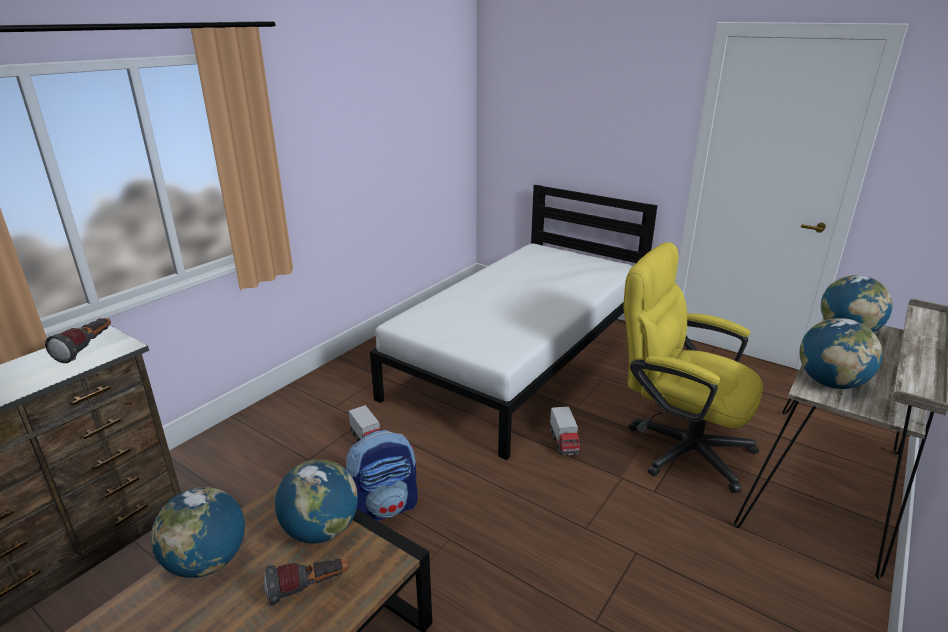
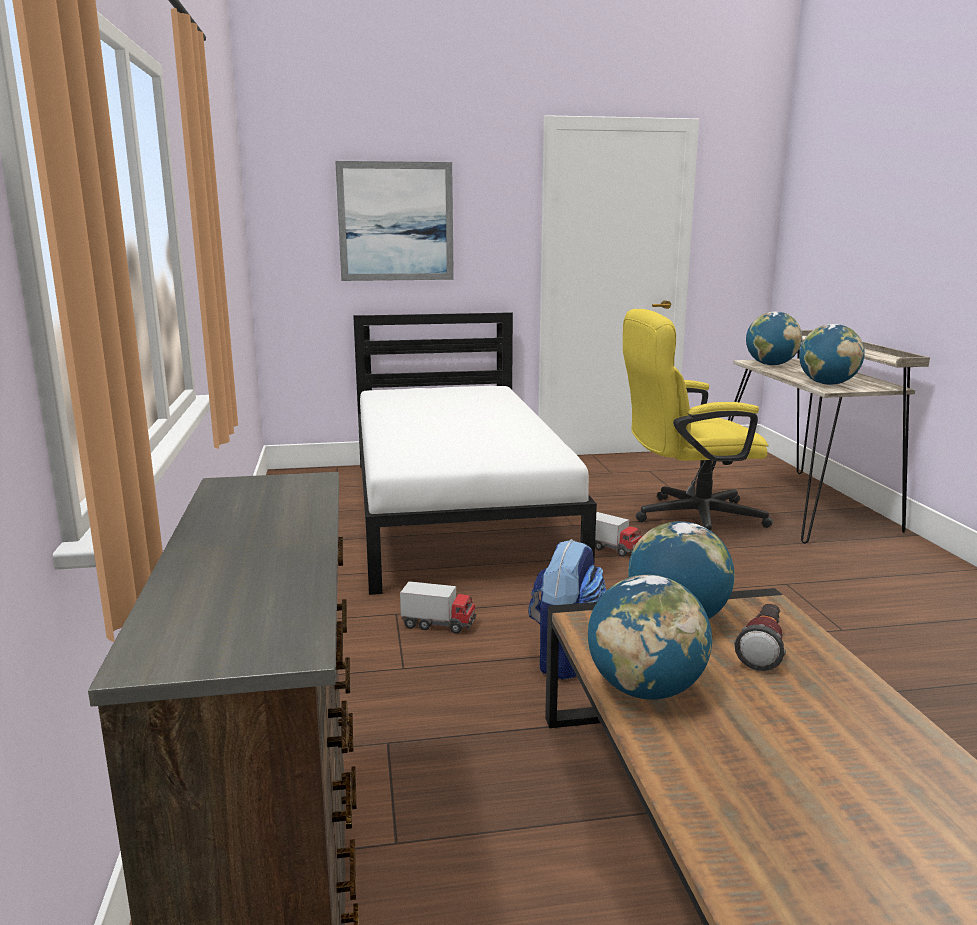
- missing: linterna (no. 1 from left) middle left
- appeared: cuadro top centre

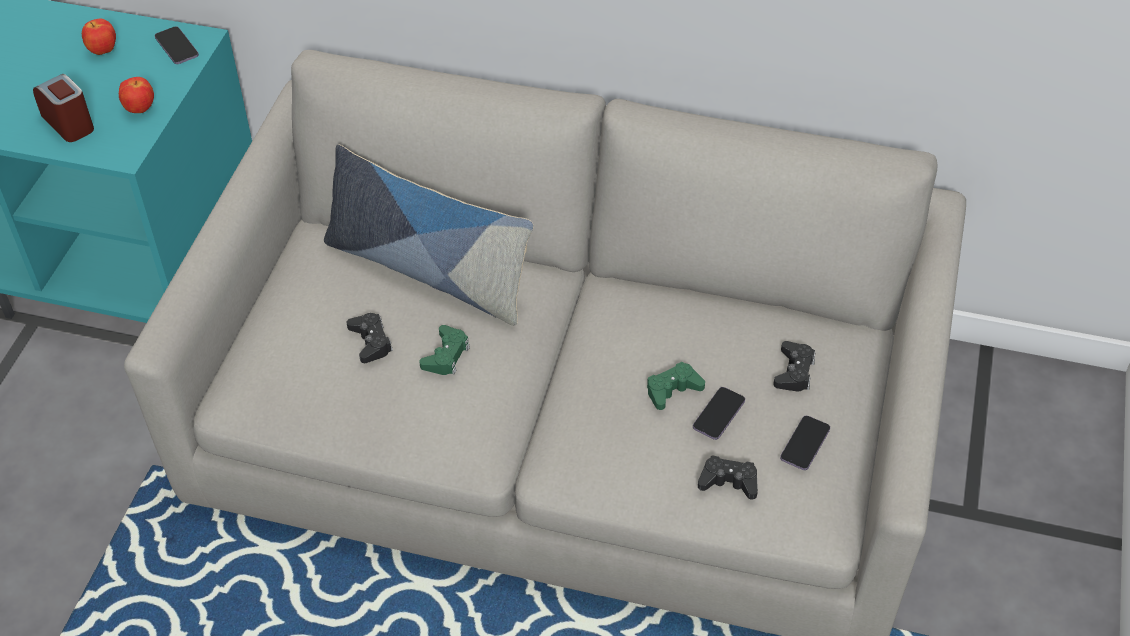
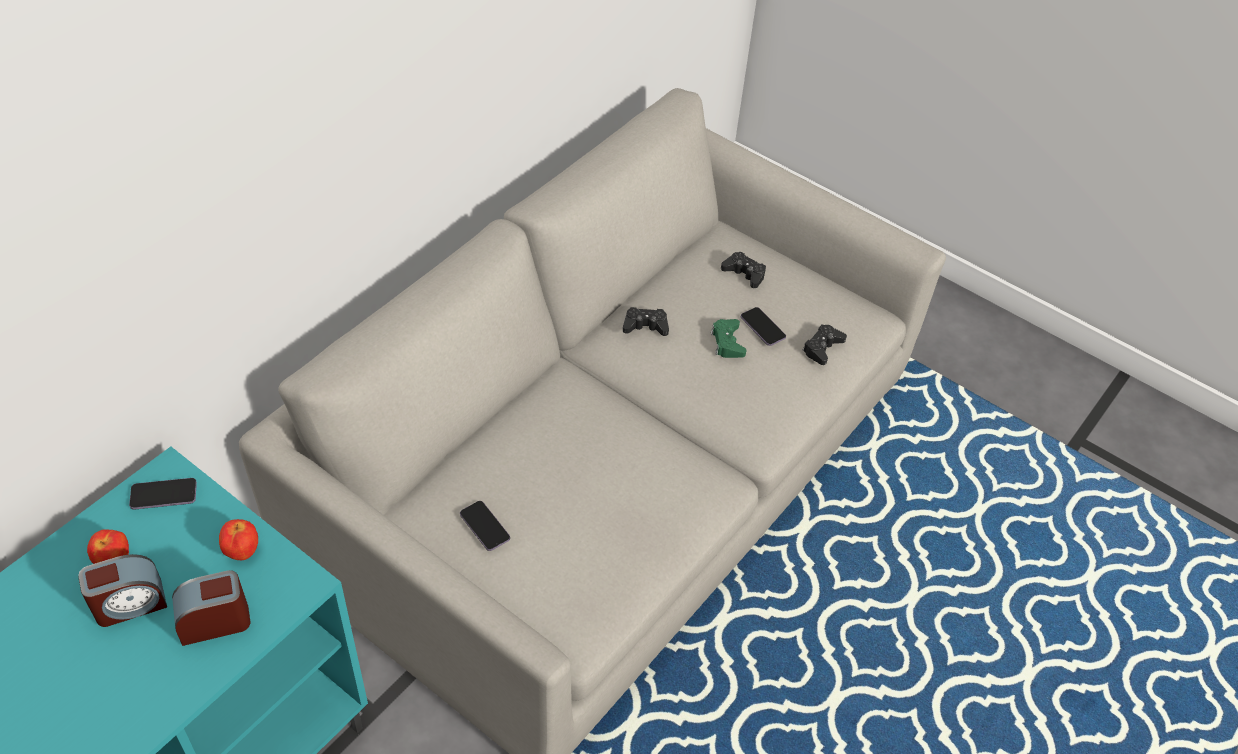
- missing: cojín centre
- relocated: mando de consola/negro (no. 1 from left) middle left to centre
- missing: mando de consola/verde (no. 1 from left) centre
- relocated: móvil (no. 3 from left in the first image) bottom right to móvil (no. 2 from left) bottom centre
- appeared: despertador (no. 1 from left) bottom left

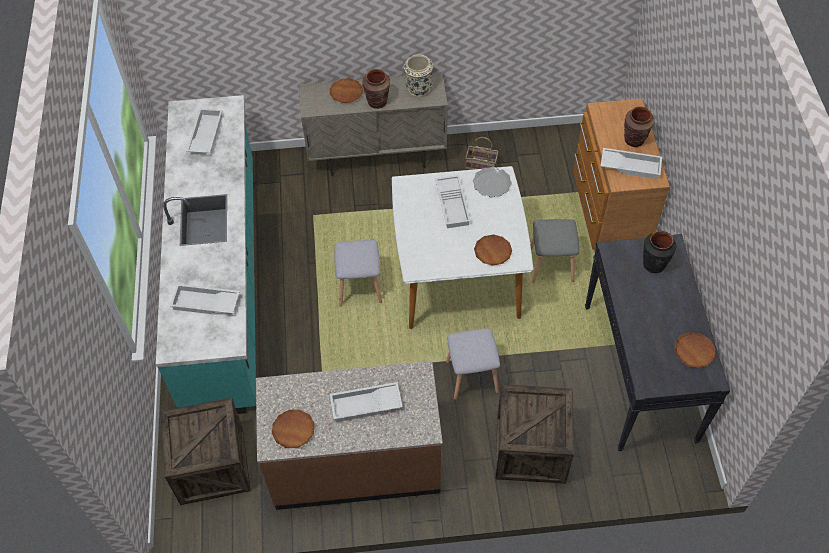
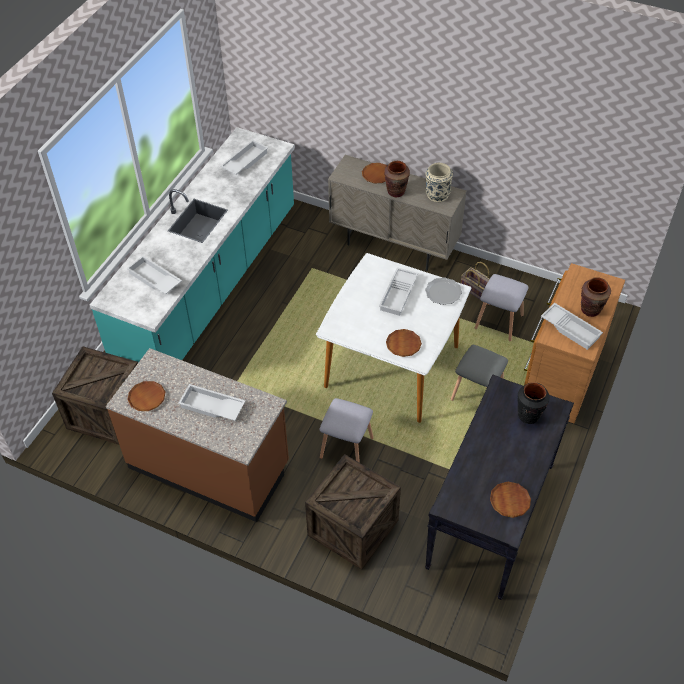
- relocated: taburete/gris (no. 1 from left in the first image) centre to taburete/gris (no. 3 from left) middle right

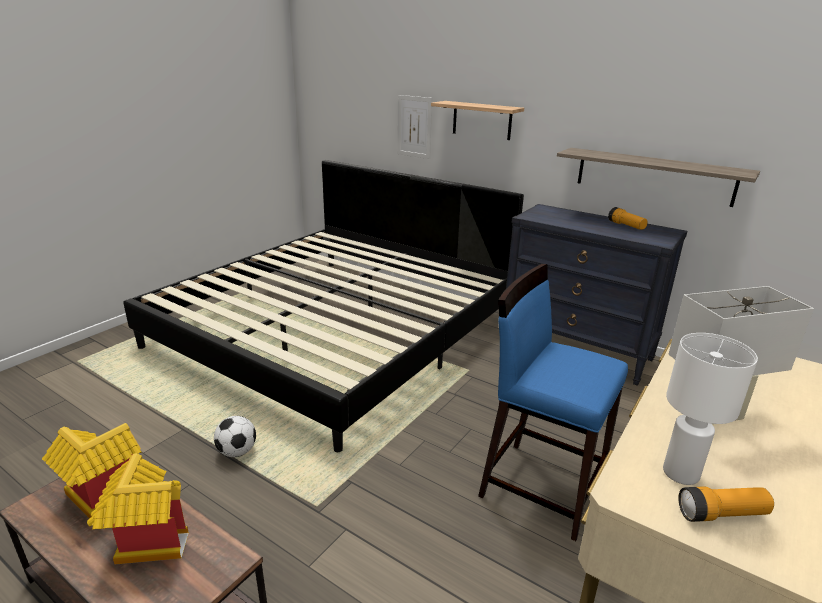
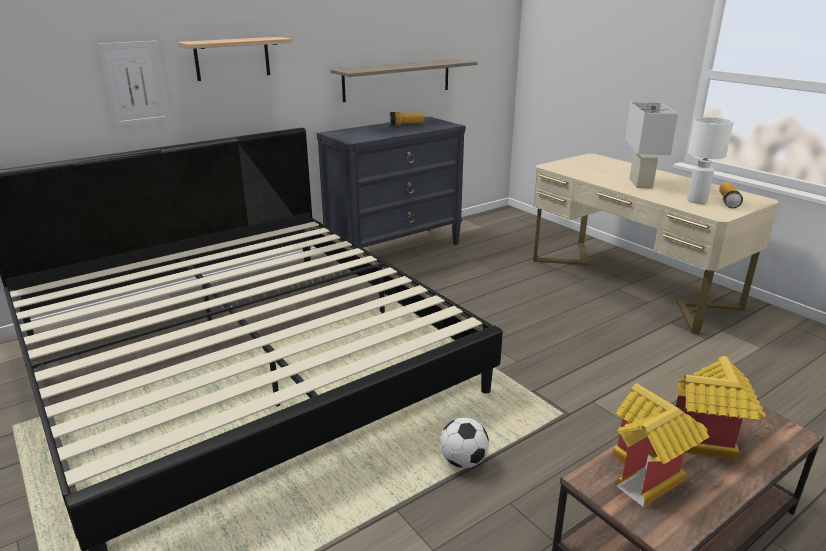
- missing: taburete/azul bottom right

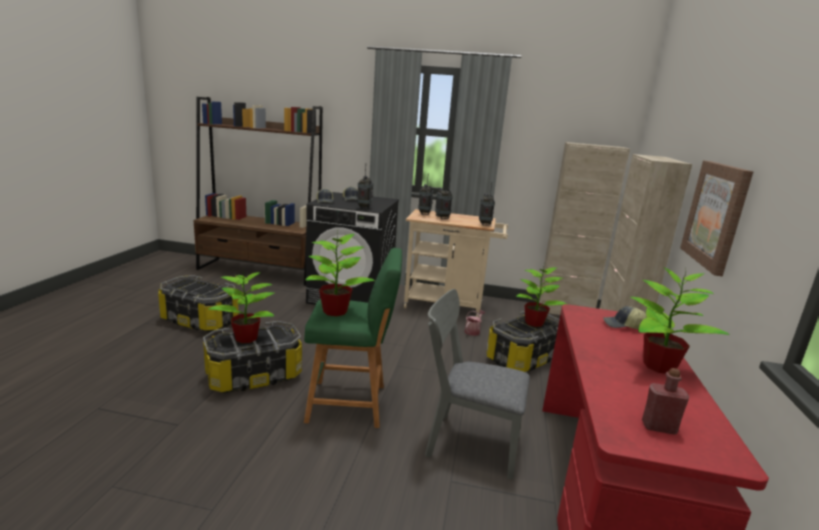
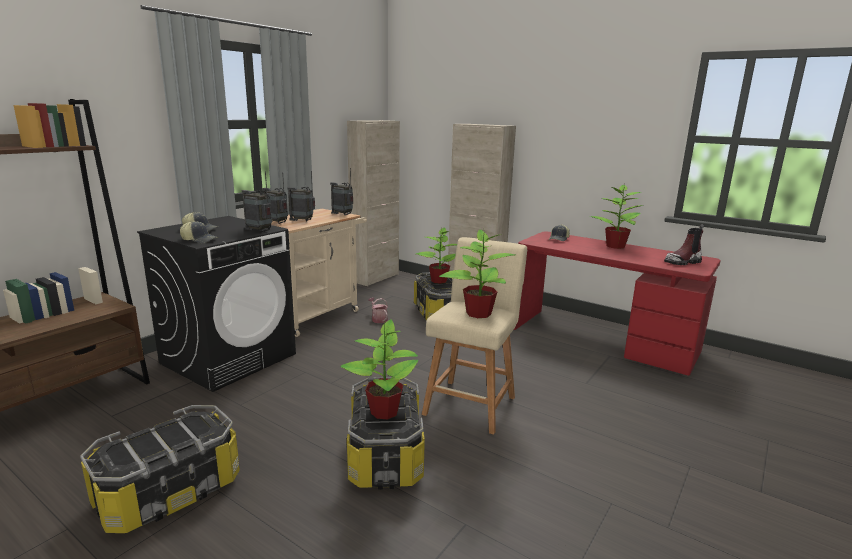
- colour: taburete/verde centre to taburete/beis centre
- missing: silla/gris bottom centre
- exchanged: botella/rojo bottom right to bota middle right
- missing: cuadro middle right

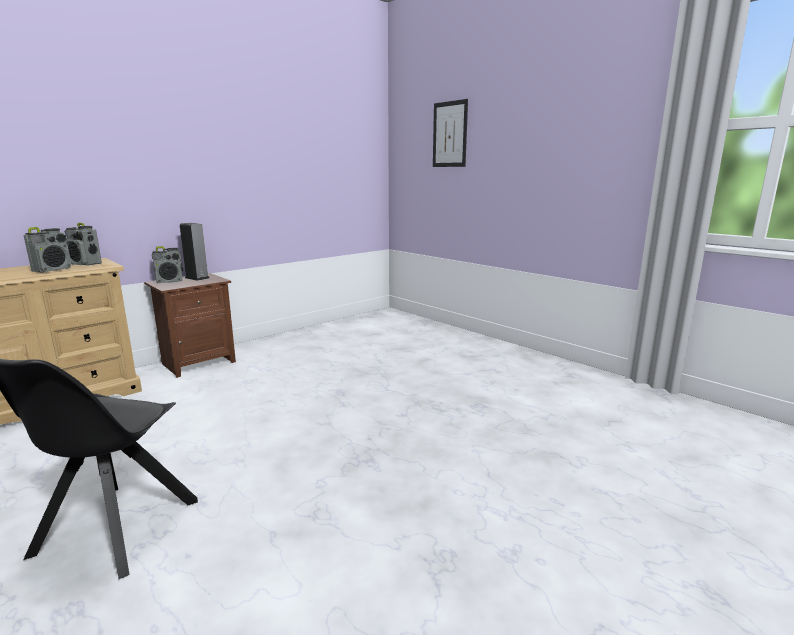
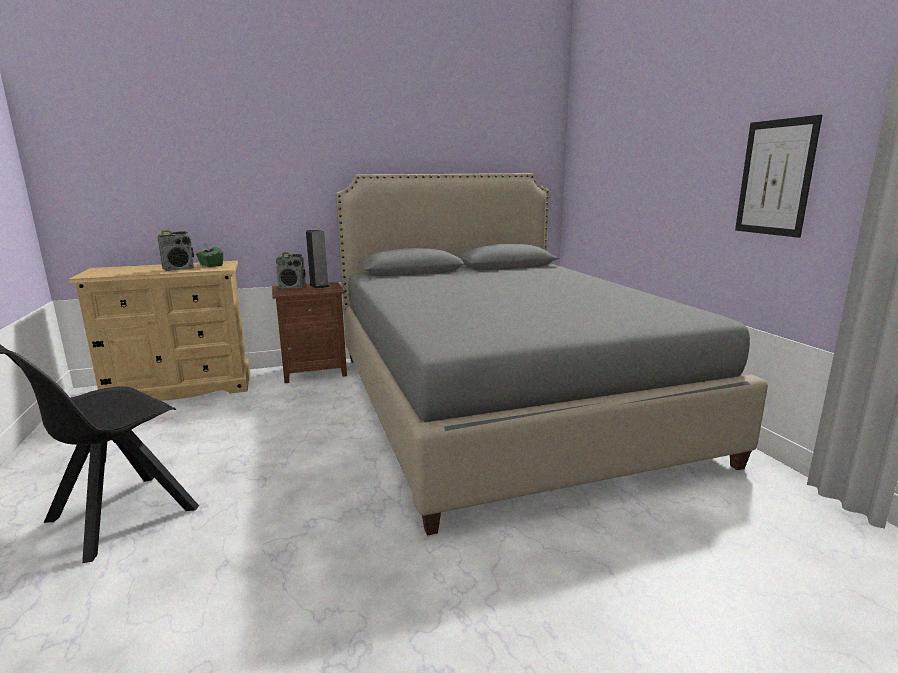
- exchanged: radio (no. 2 from left) middle left to caja de pañuelos/verde middle left
- relocated: cuadro top centre to top right
- appeared: cama/gris centre

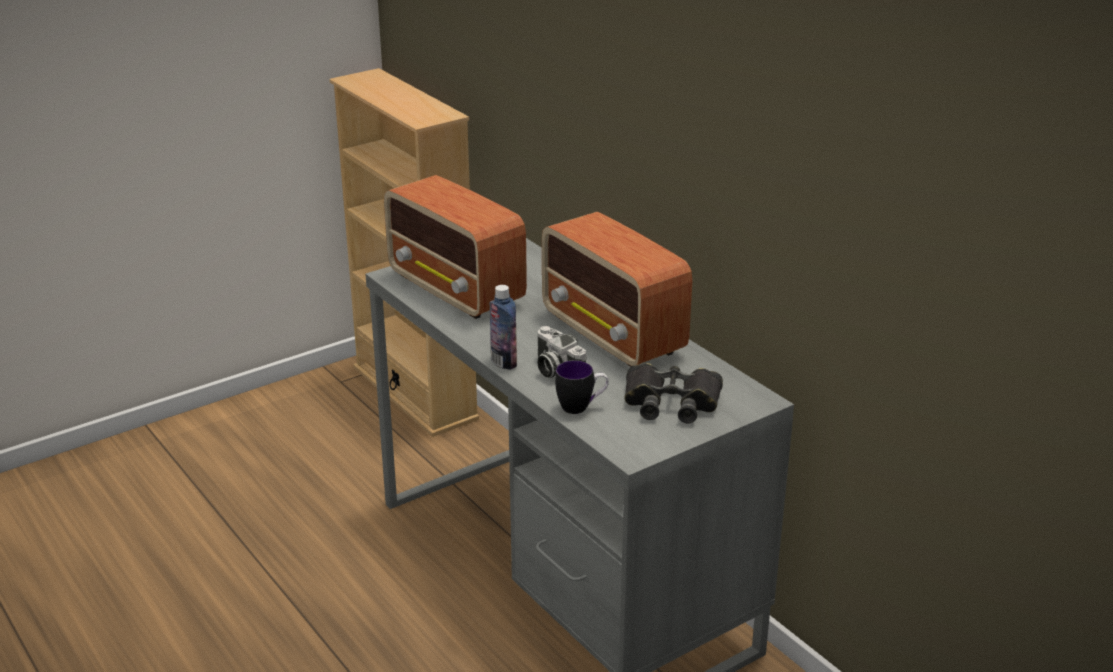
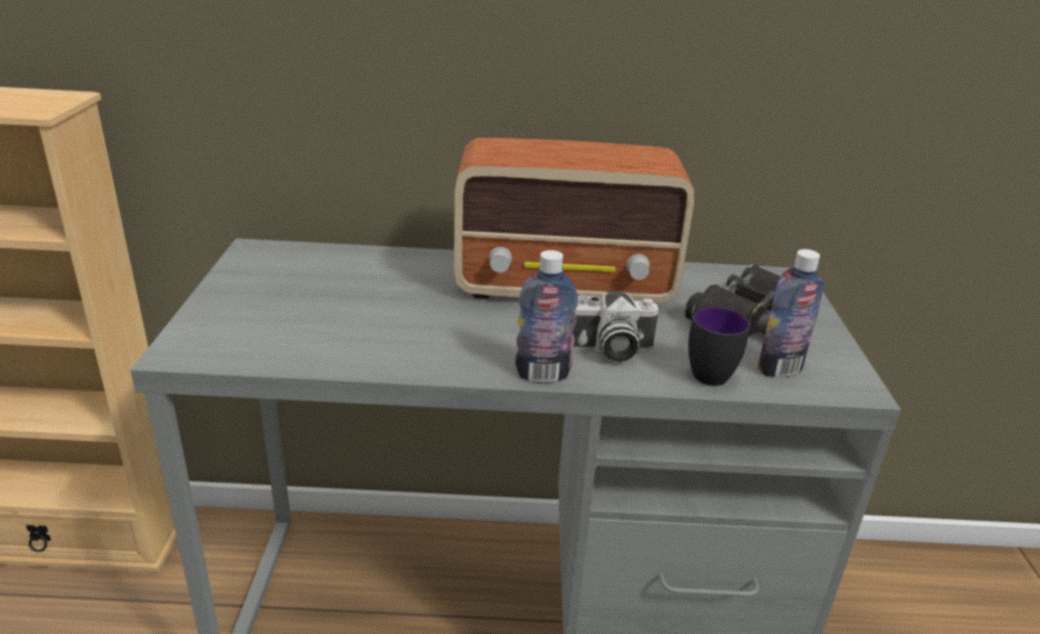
- missing: radio (no. 1 from left) centre
- appeared: botella (no. 2 from left) middle right

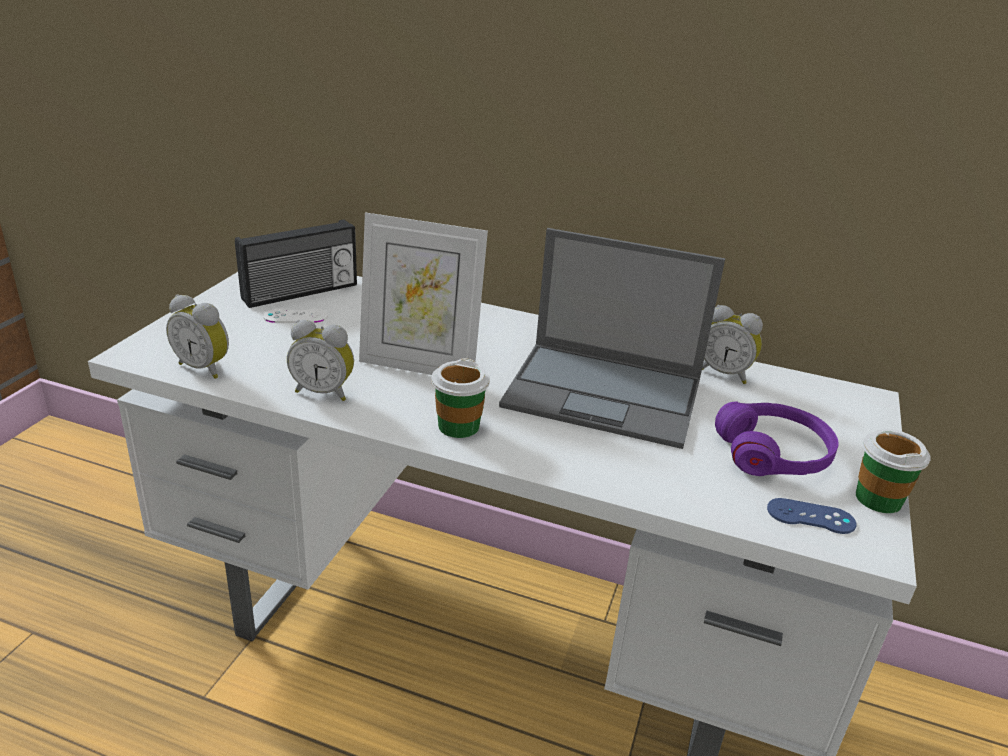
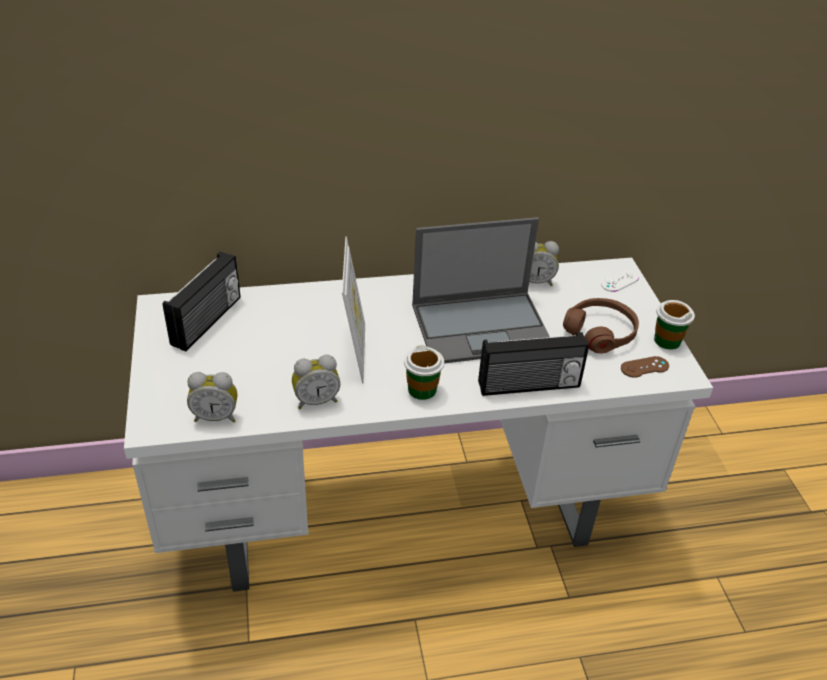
- relocated: mando de consola/blanco middle left to middle right
- spun: portarretratos centre = centre 75 degrees counterclockwise
- colour: auriculares/morado middle right to auriculares/marrón middle right
- colour: mando de consola/azul bottom right to mando de consola/marrón middle right
- appeared: radio (no. 2 from left) centre

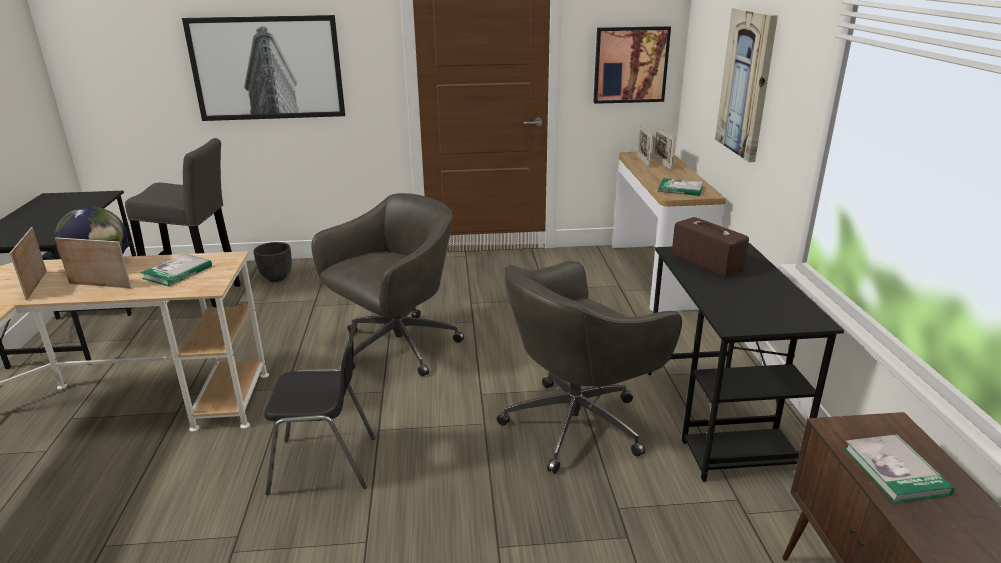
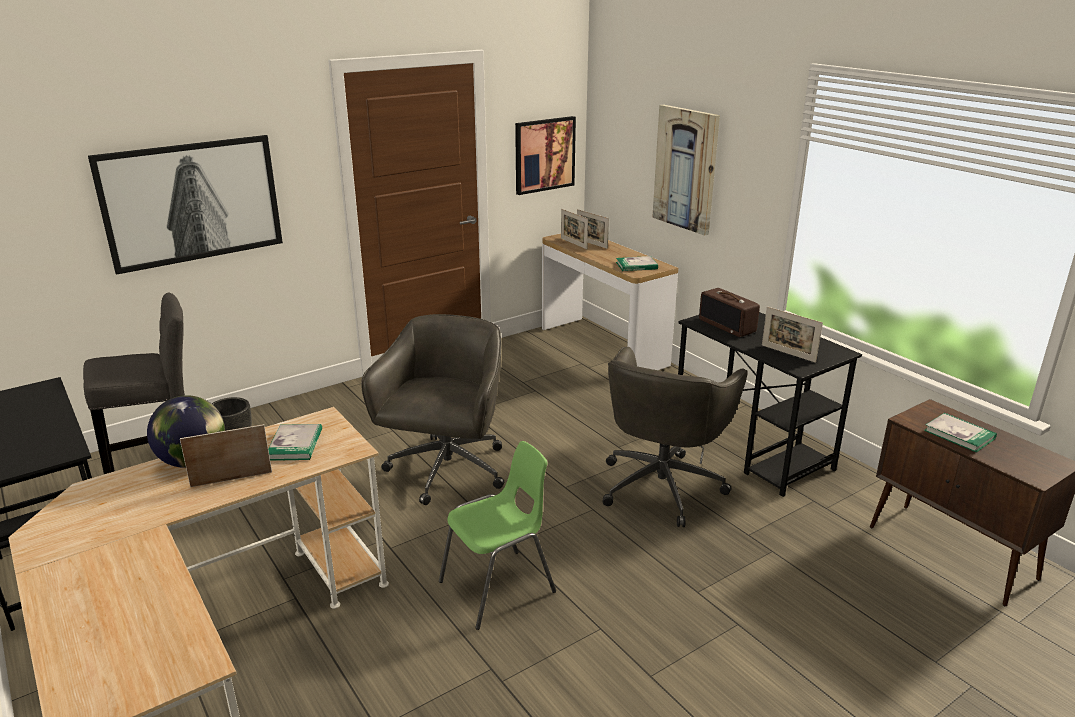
- relocated: portarretratos (no. 1 from left in the first image) middle left to portarretratos (no. 4 from left) middle right
- colour: silla/negro bottom left to silla/verde bottom centre
- spun: radio middle right = middle right 150 degrees counterclockwise

